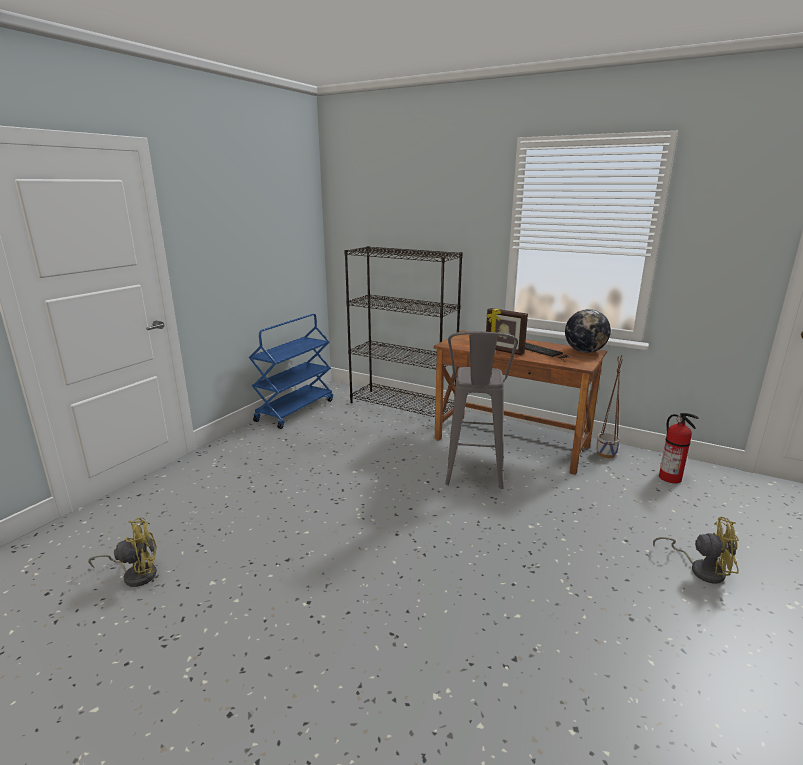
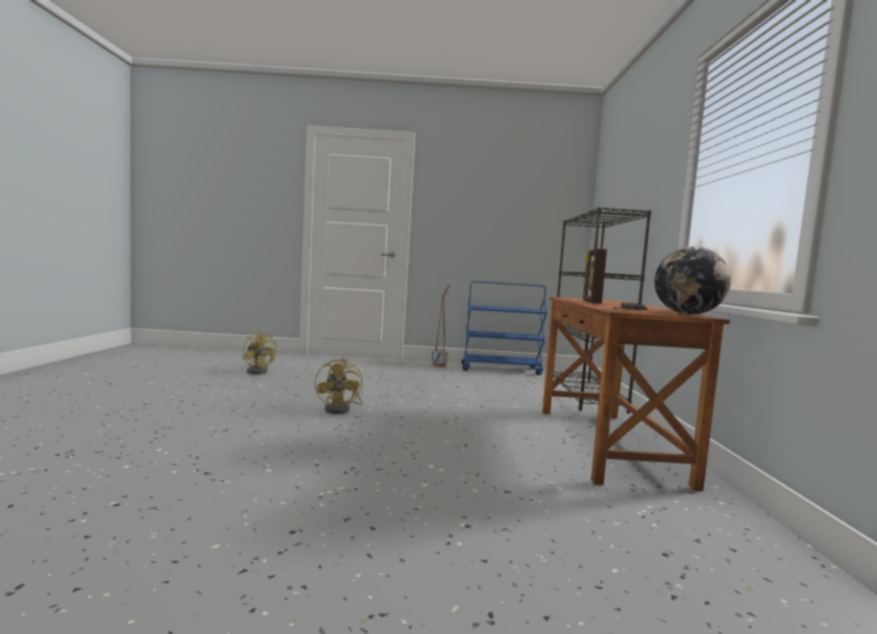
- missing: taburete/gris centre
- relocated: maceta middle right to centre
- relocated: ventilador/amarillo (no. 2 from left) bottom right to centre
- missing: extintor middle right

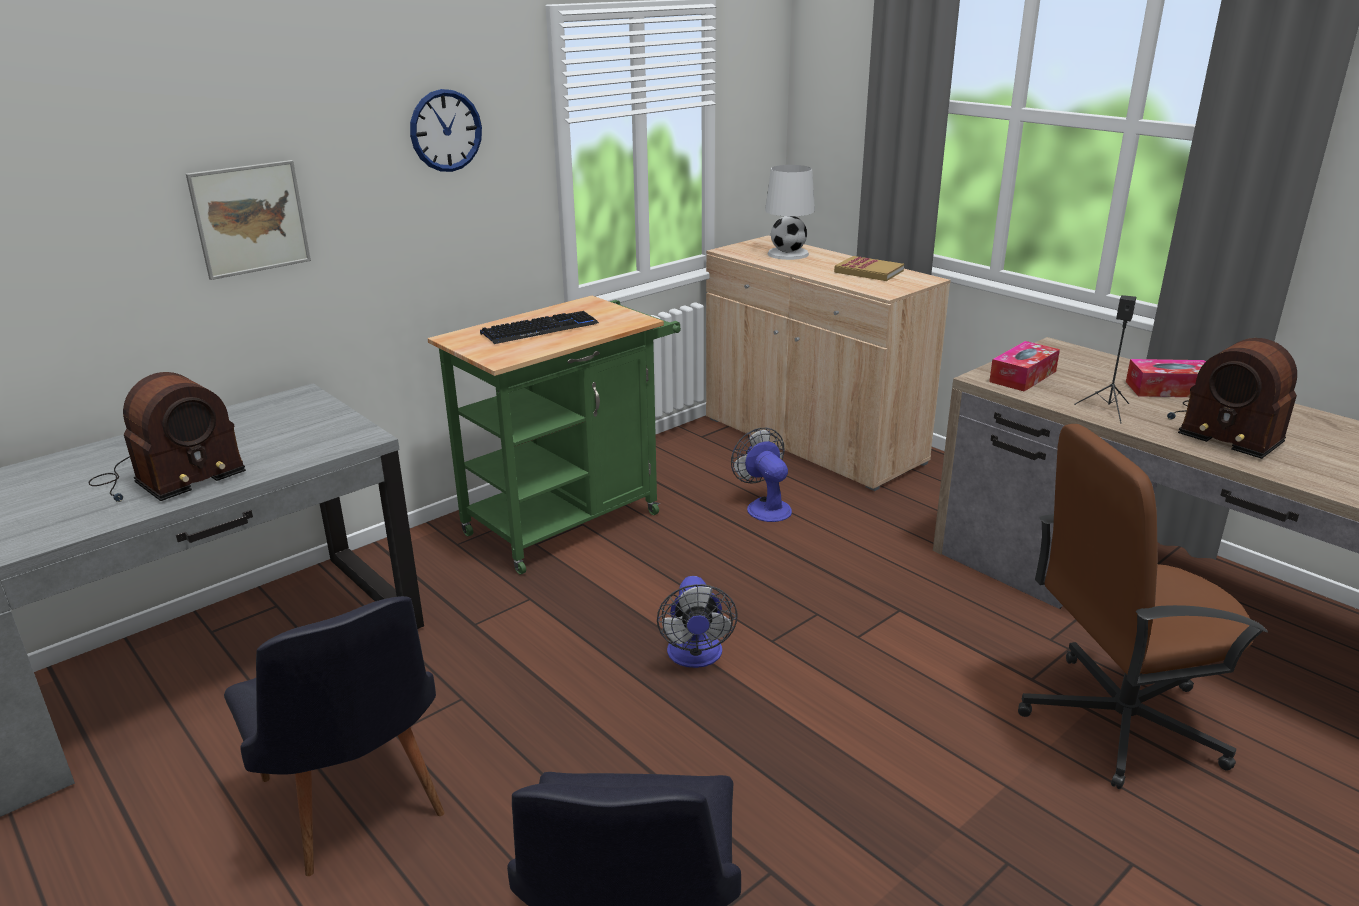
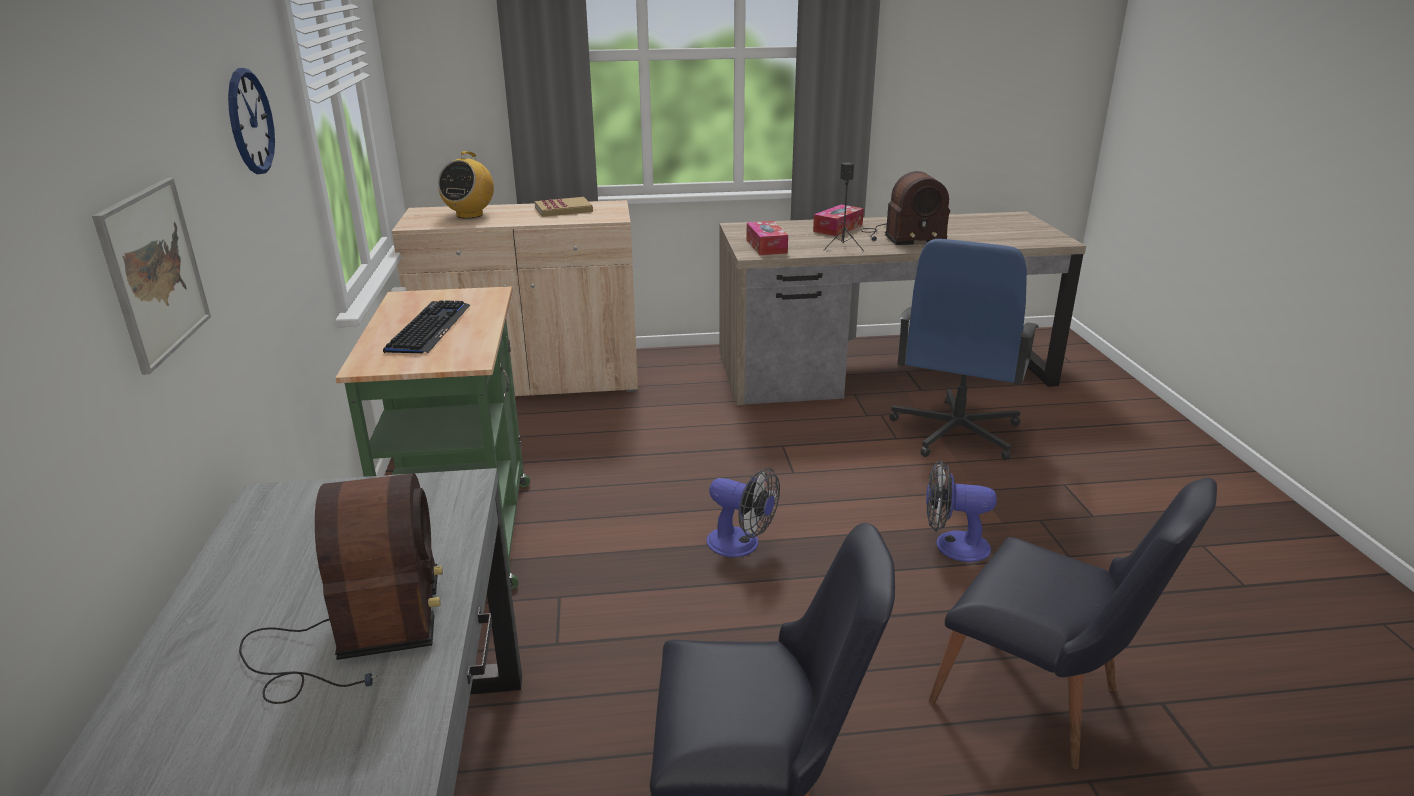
- relocated: ventilador (no. 2 from left) centre to middle right
- exchanged: lámpara de mesa/blanco top centre to radio (no. 2 from left) top left
- colour: silla de oficina/marrón bottom right to silla de oficina/azul middle right

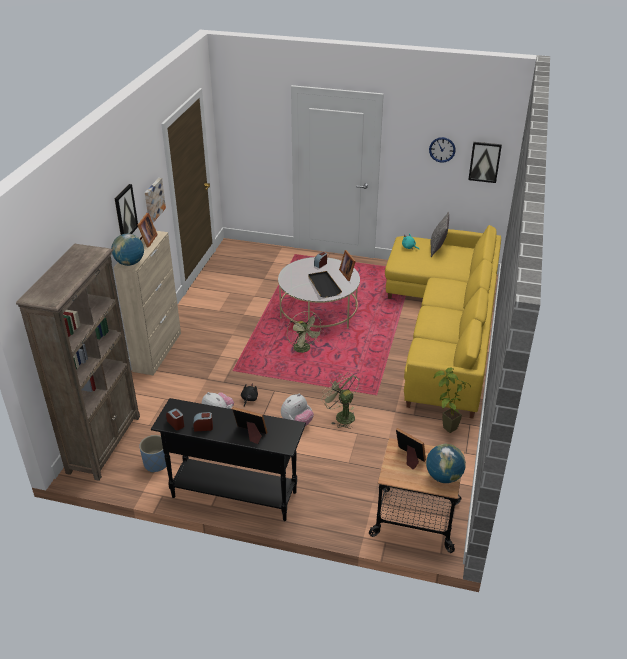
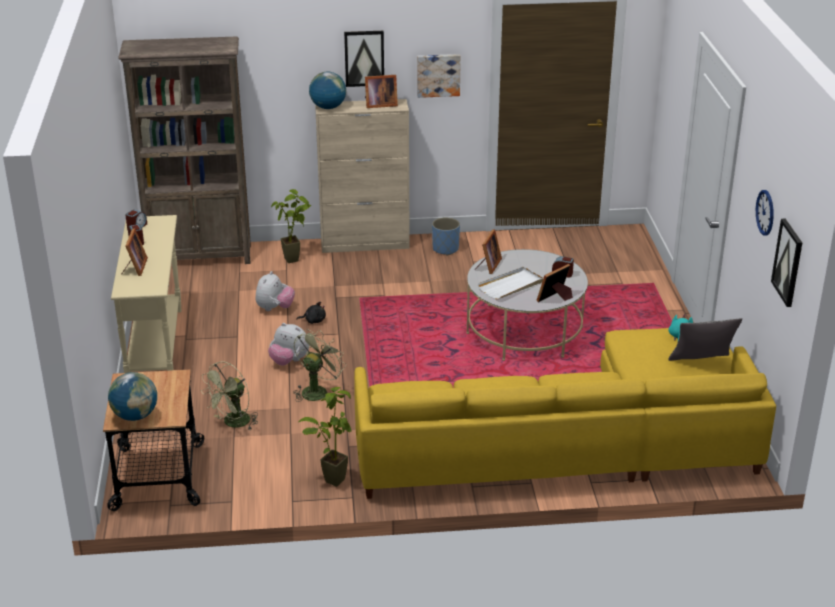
- relocated: maceta/azul bottom left to centre
- colour: mesa consola/negro bottom centre to mesa consola/beis middle left
- relocated: ventilador/verde (no. 1 from left) centre to middle left
- colour: bandeja/negro centre to bandeja/blanco centre
- relocated: portarretratos (no. 4 from left in the first image) bottom centre to portarretratos (no. 3 from left) centre
- appeared: planta en maceta (no. 1 from left) centre

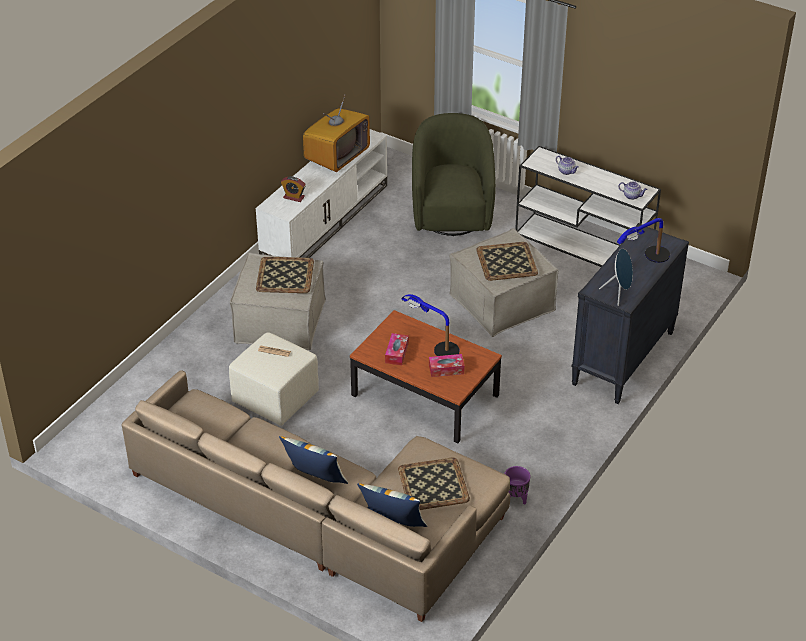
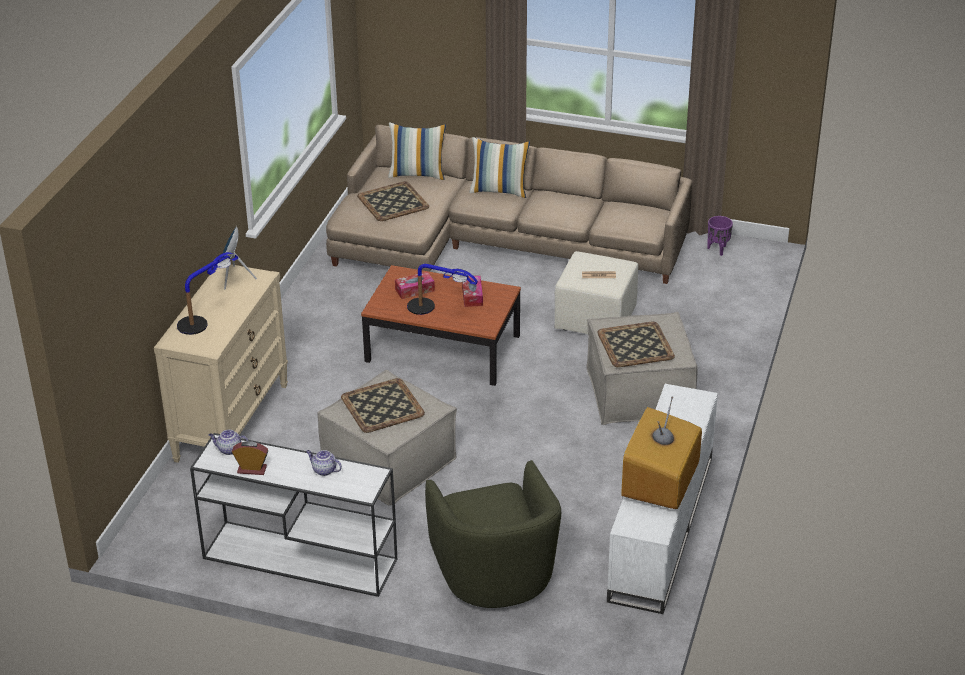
- relocated: despertador top centre to bottom left
- relocated: maceta/morado bottom centre to middle right
- colour: cómoda/negro middle right to cómoda/beis middle left

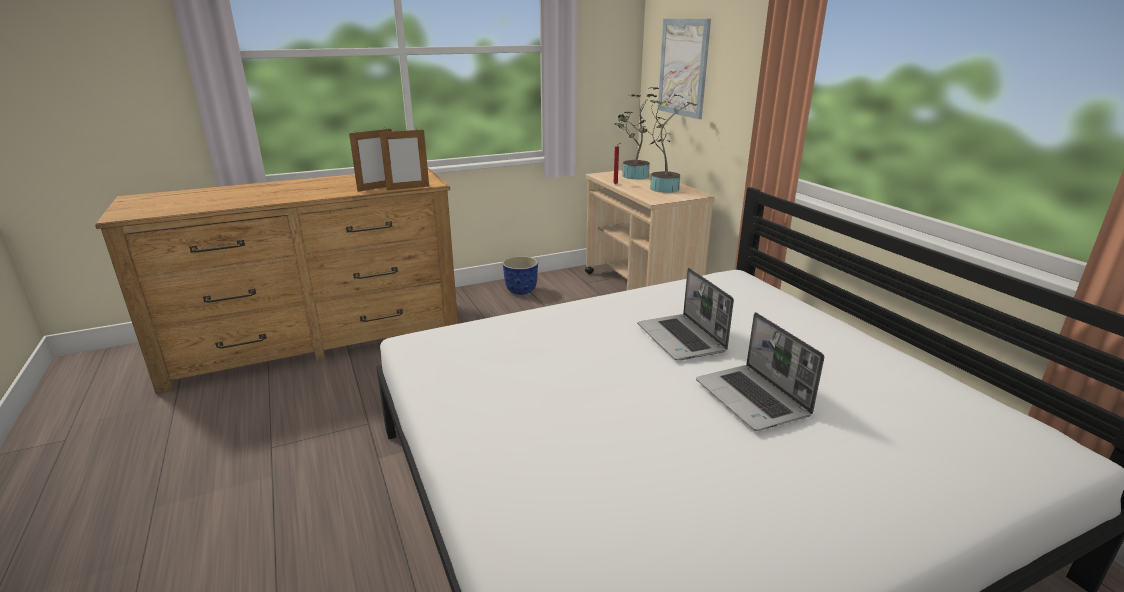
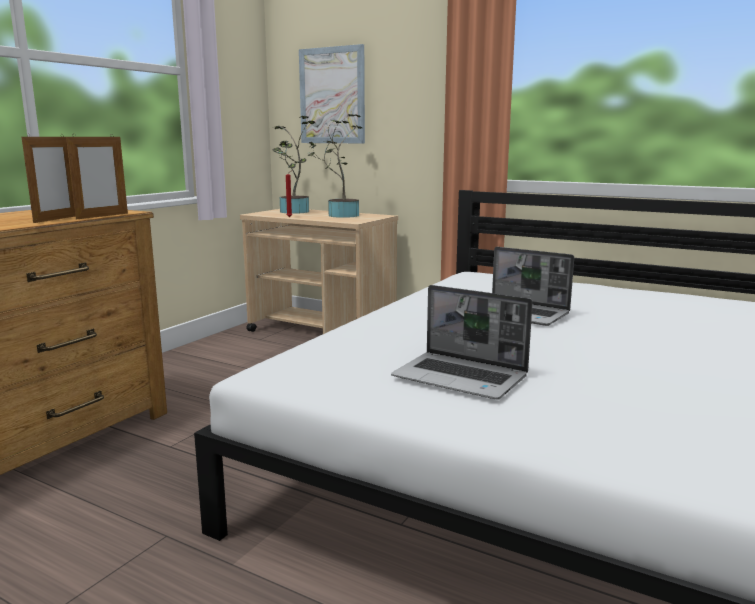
- missing: maceta centre
- relocated: portátil (no. 2 from left in the first image) middle right to portátil (no. 1 from left) centre

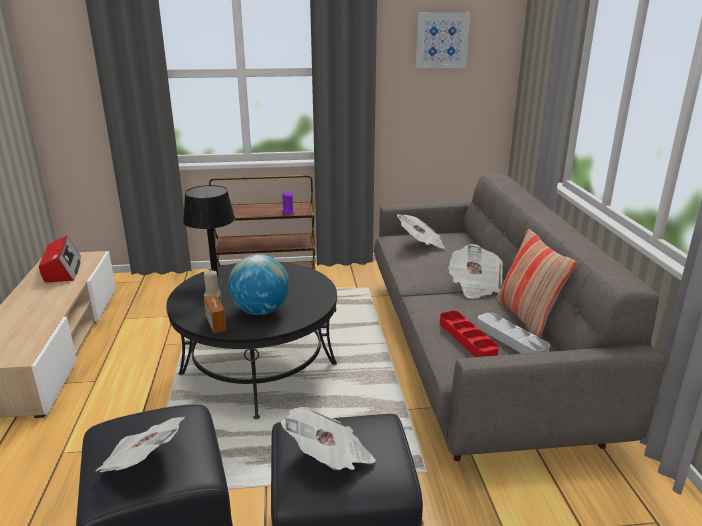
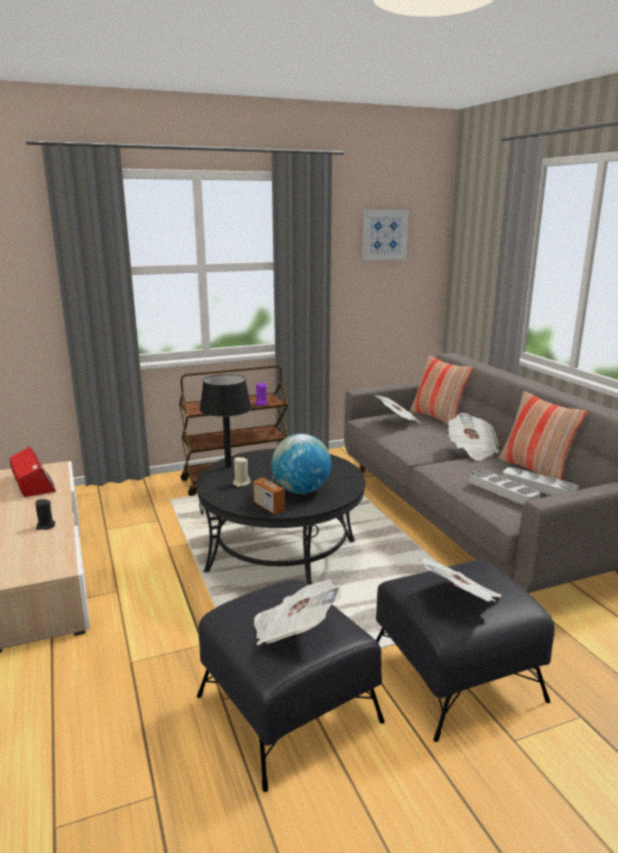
- colour: bandeja/rojo middle right to bandeja/gris (no. 1 from left) middle right
- appeared: vela/negro middle left
- appeared: cojín (no. 1 from left) middle right

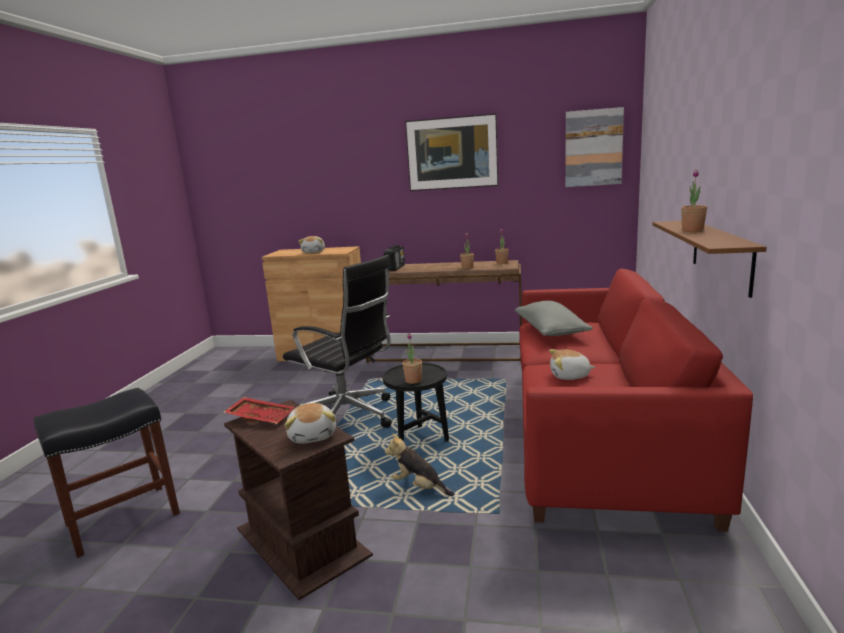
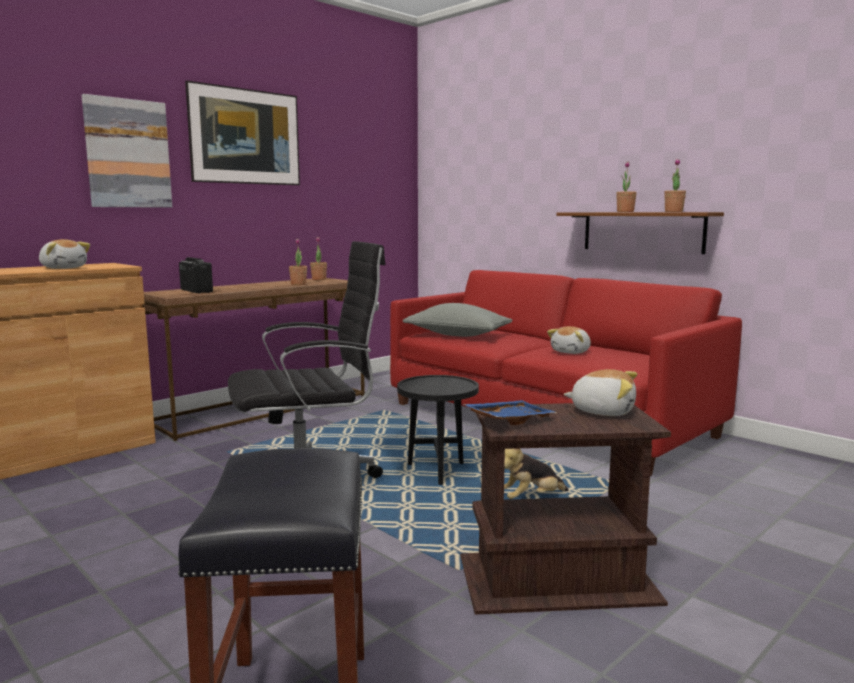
- colour: bandeja/rojo middle left to bandeja/azul centre
- relocated: planta en maceta (no. 1 from left in the first image) centre to planta en maceta (no. 4 from left) top right
- relocated: cuadro (no. 2 from left in the first image) top right to cuadro (no. 1 from left) top left

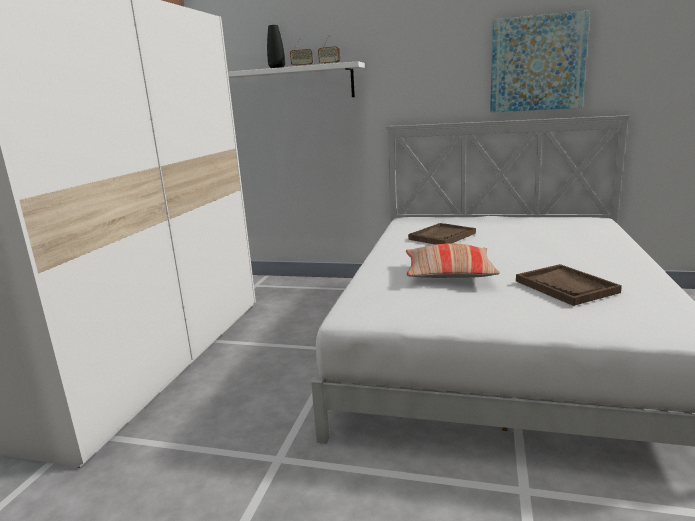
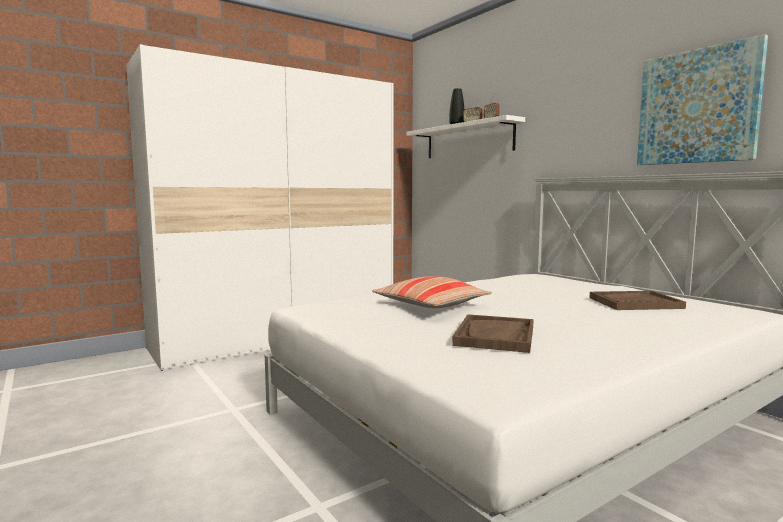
- relocated: bandeja/marrón (no. 1 from left in the first image) centre to bandeja/marrón (no. 2 from left) middle right

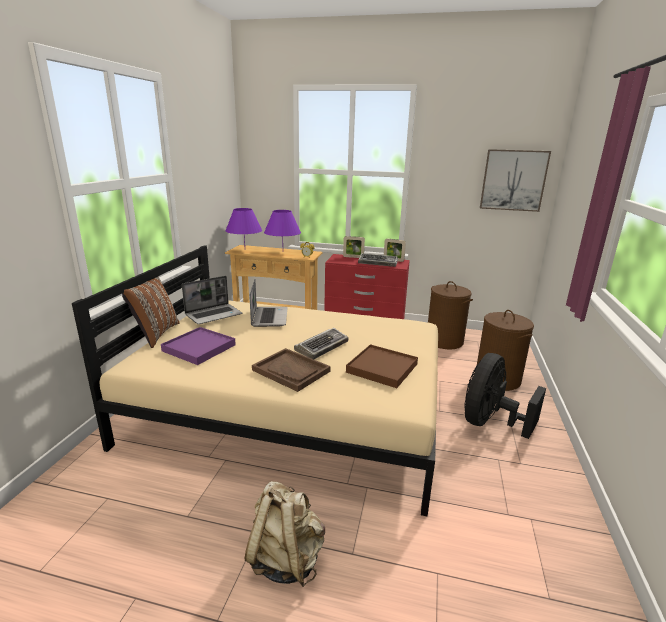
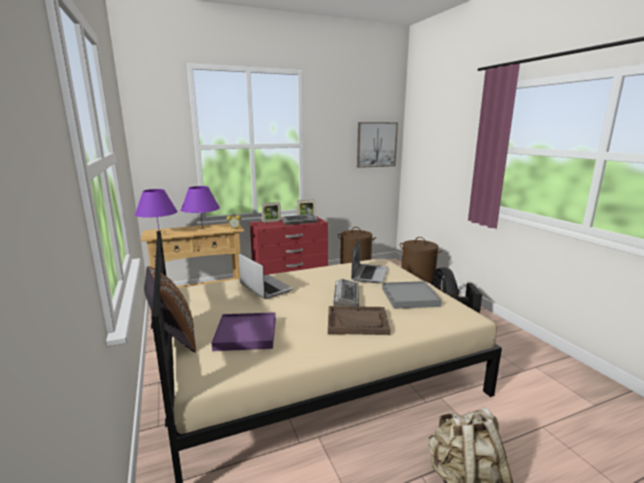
- relocated: portátil (no. 1 from left in the first image) middle left to portátil (no. 2 from left) centre
- colour: bandeja/marrón (no. 2 from left) centre to bandeja/gris centre

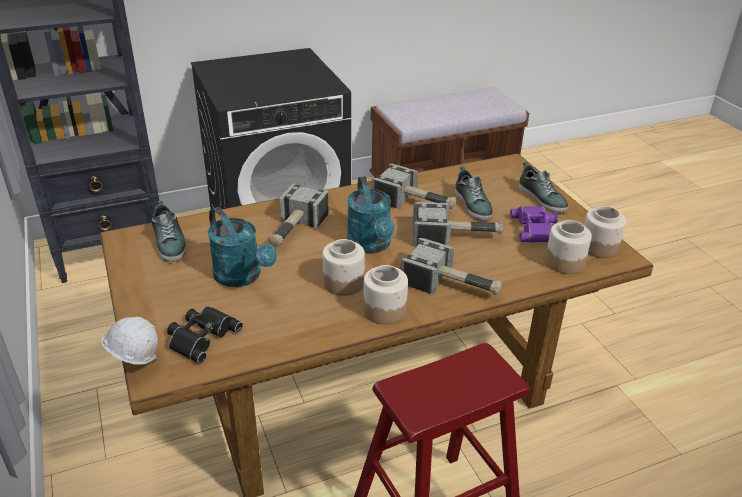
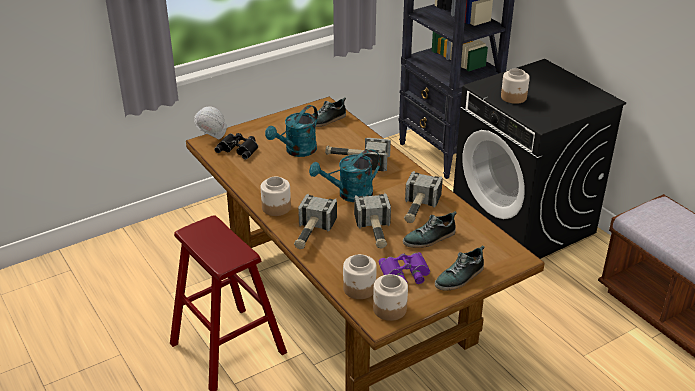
- relocated: tarro (no. 1 from left in the first image) centre to tarro (no. 4 from left) top right

